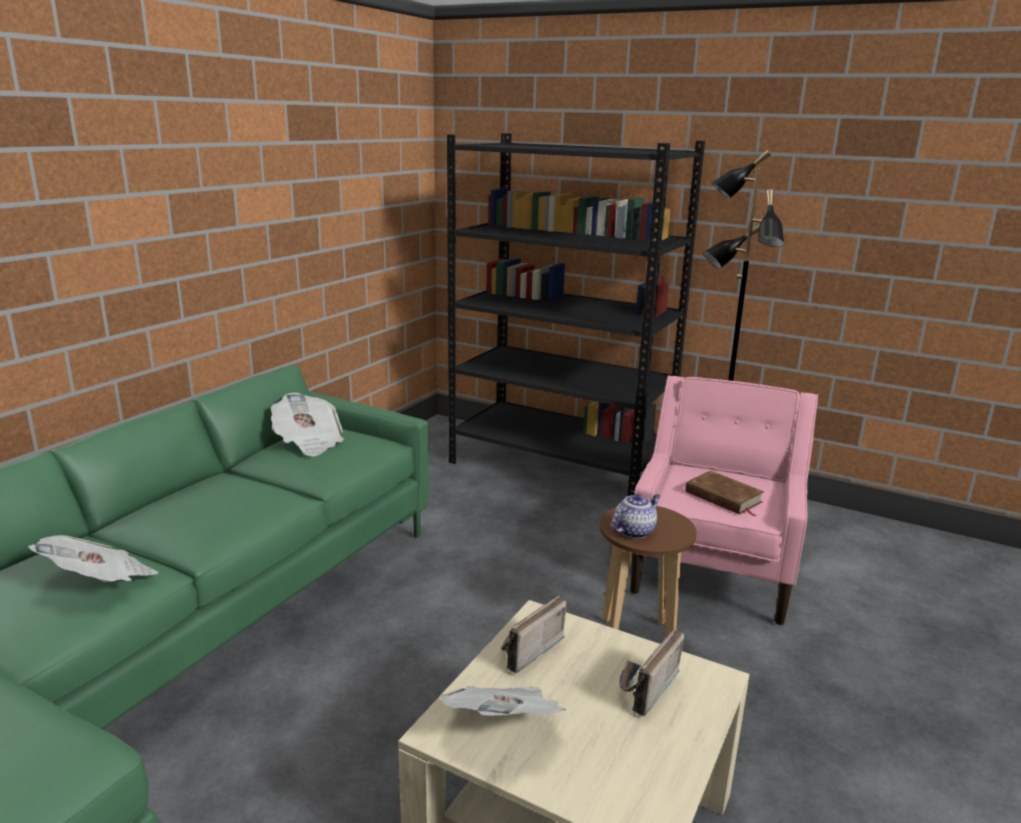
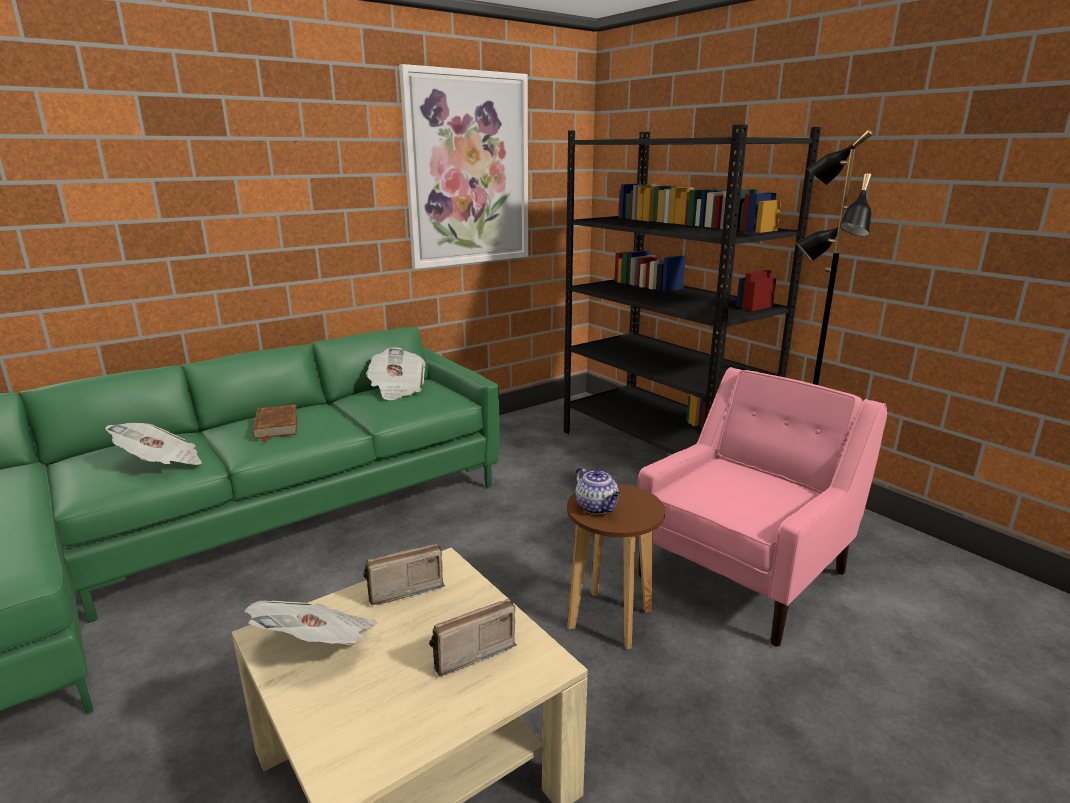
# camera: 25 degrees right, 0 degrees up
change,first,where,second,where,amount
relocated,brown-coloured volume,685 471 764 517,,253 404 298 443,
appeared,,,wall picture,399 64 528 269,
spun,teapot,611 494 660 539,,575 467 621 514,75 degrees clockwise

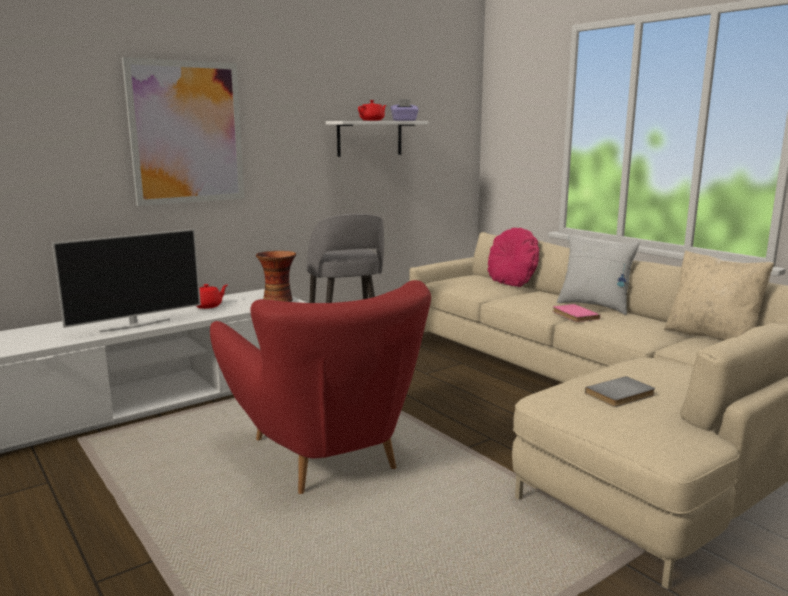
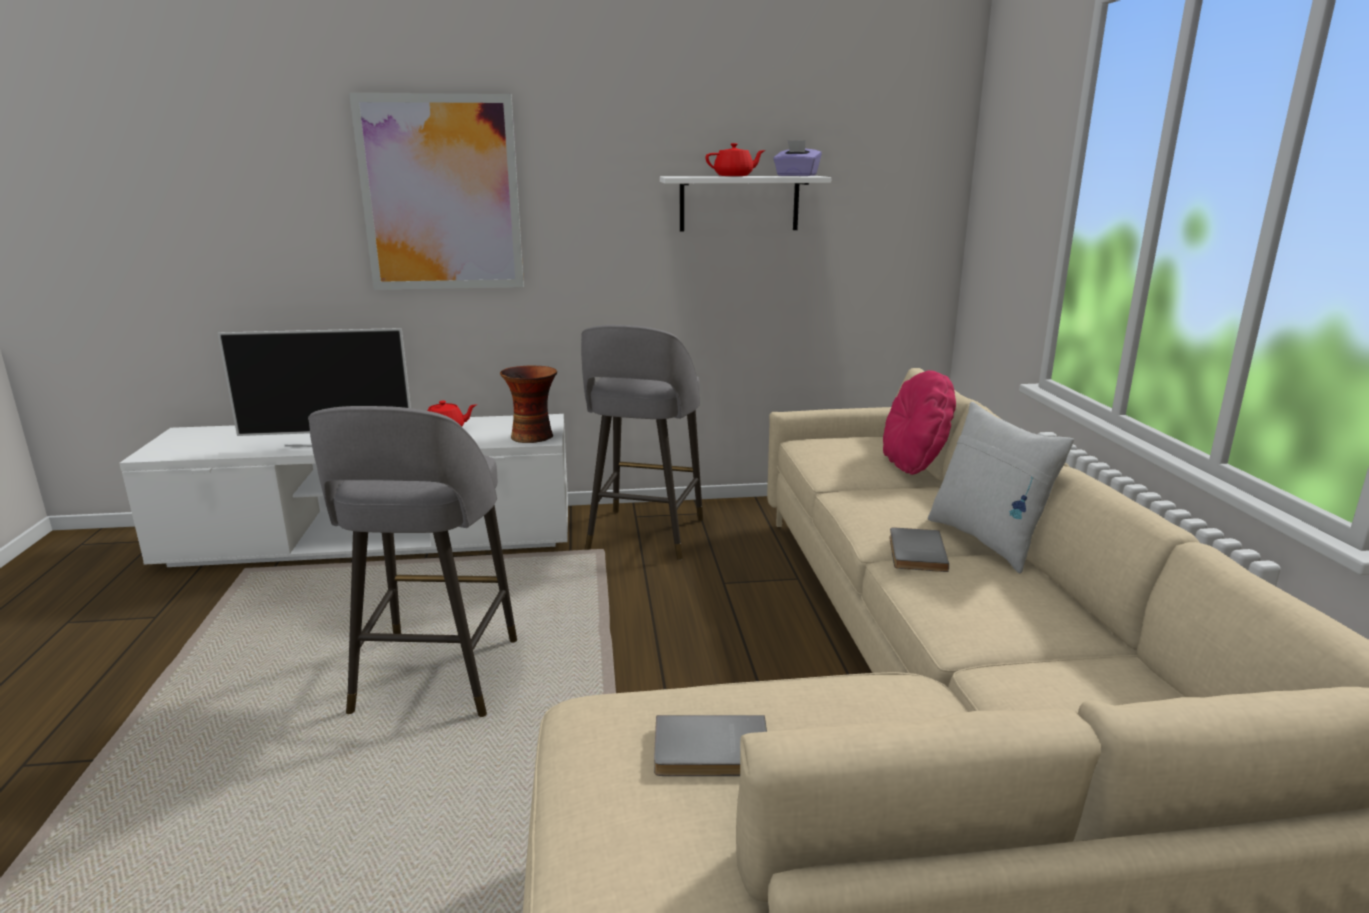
# camera: 30 degrees right, 5 degrees up
change,first,where,second,where,amount
exchanged,reddish easy chair,210 280 431 494,grey stool,308 406 517 717,
colour,pink-coloured volume,553 304 600 322,grey volume,889 527 949 572,
missing,sand-coloured cushion,664 250 774 341,,,

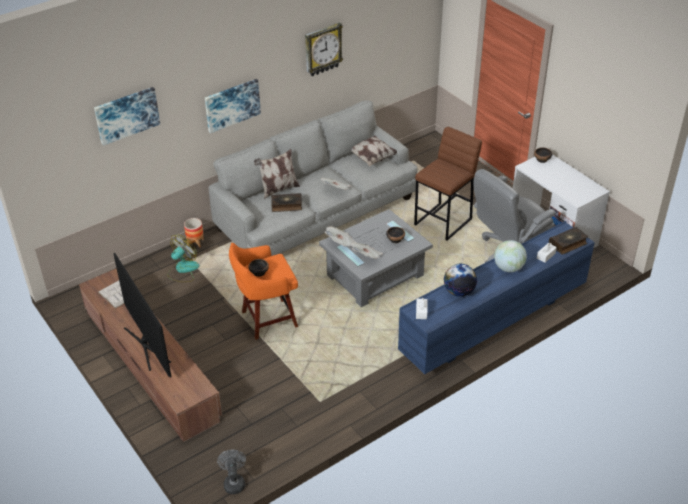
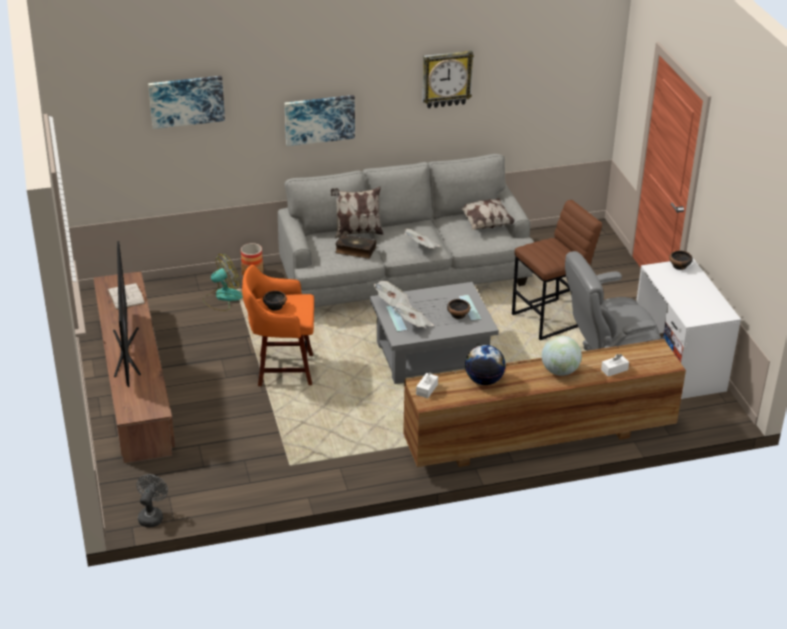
# camera: 20 degrees right, 5 degrees down
change,first,where,second,where,amount
colour,bluish storage cabinet,398 221 595 374,brown-coloured storage cabinet,403 339 686 467,
missing,volume,549 227 588 255,,,

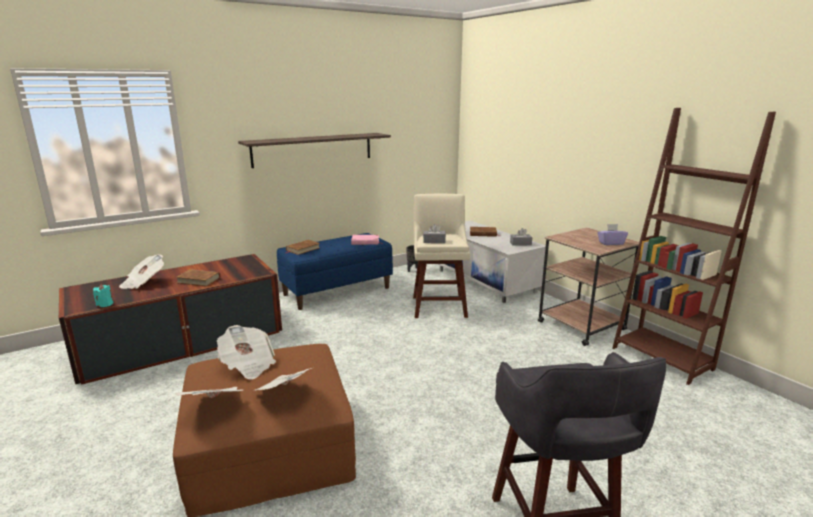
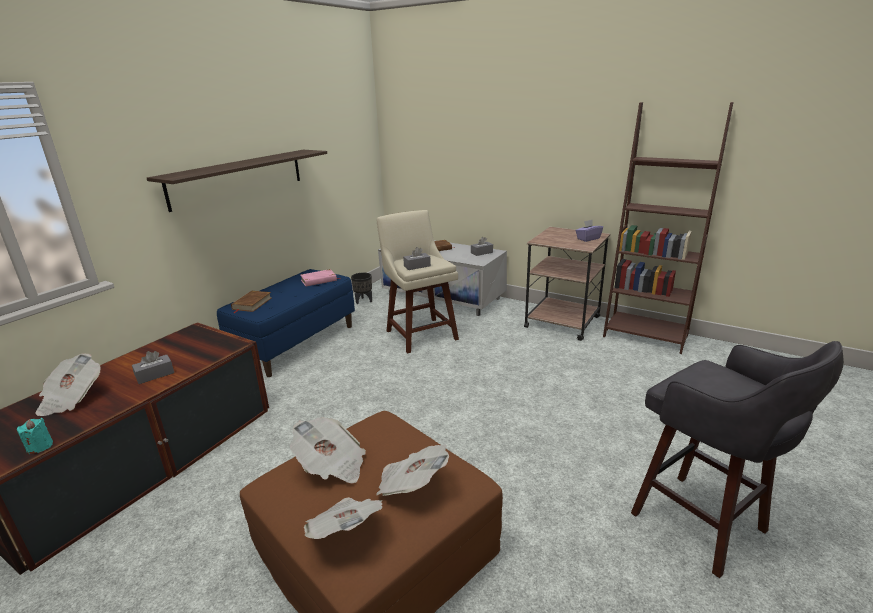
# camera: 25 degrees left, 5 degrees up
change,first,where,second,where,amount
exchanged,brown-coloured volume,176 269 220 286,grey tissue holder,132 351 174 384,

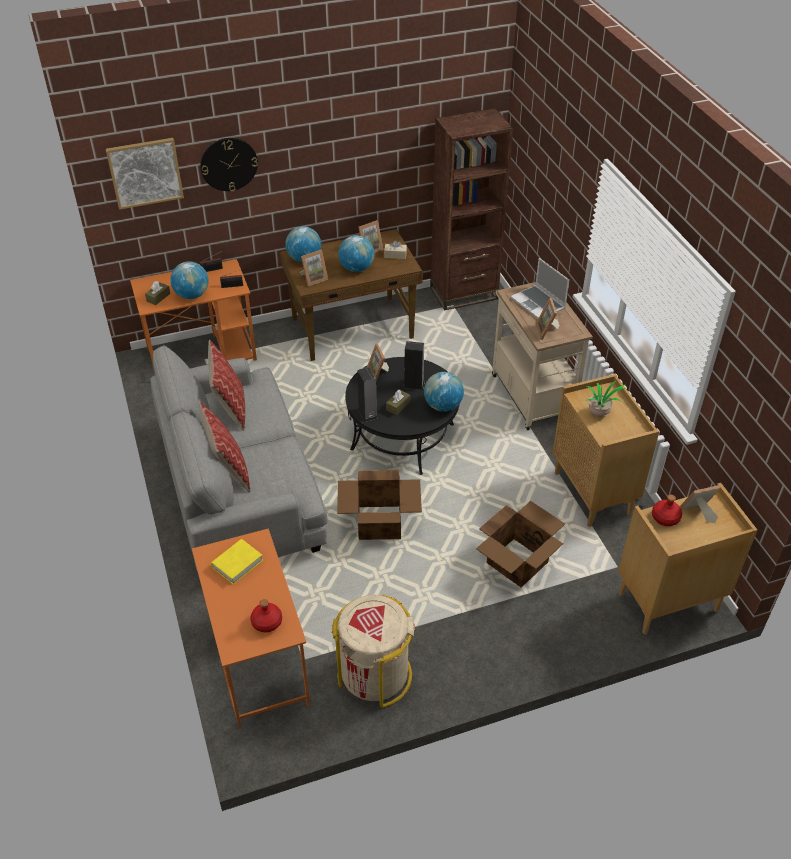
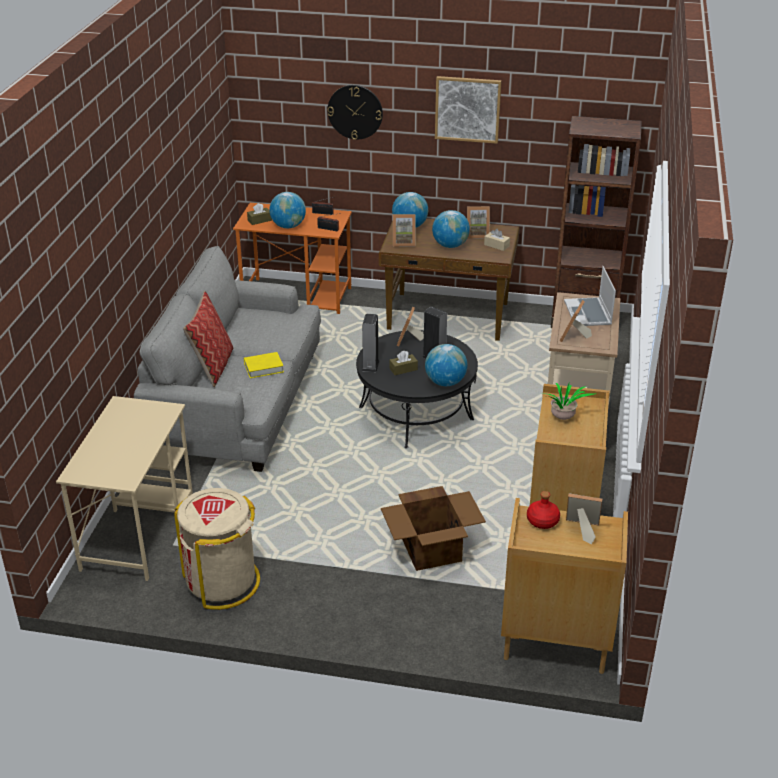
# camera: 30 degrees right, 10 degrees down
change,first,where,second,where,amount
colour,orange-coloured desk unit,192 529 310 728,sand-coloured desk unit,56 396 193 581,
relocated,yellowish volume,211 539 263 585,,244 352 284 378,
relocated,wall picture,106 138 184 210,,435 76 501 144,
missing,cushion,208 340 245 431,,,
missing,reddish drink bottle,250 599 282 632,,,
missing,carton,337 470 422 540,,,

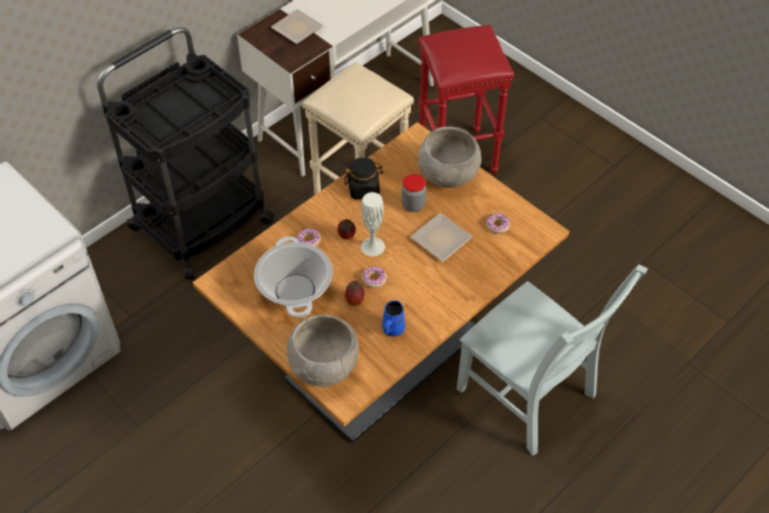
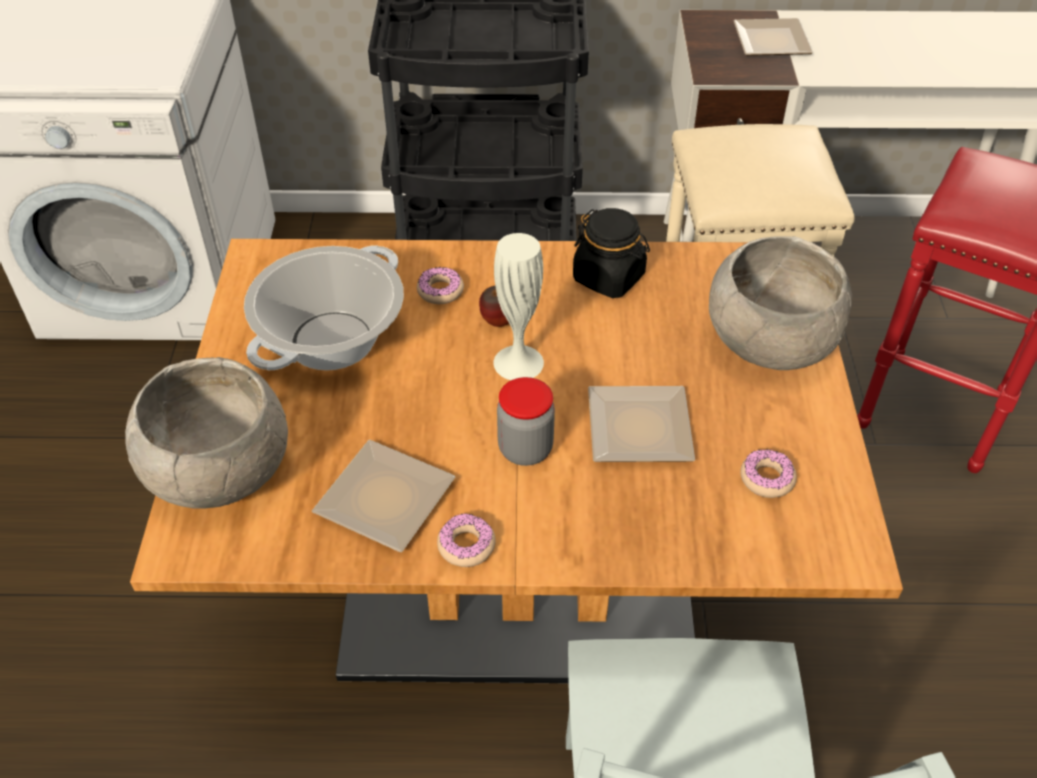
# camera: 45 degrees right, 5 degrees down
change,first,where,second,where,amount
exchanged,bluish mug,382 300 405 337,plate,312 440 455 552,
relocated,doughnut,362 266 387 288,,437 513 496 567,
relocated,jar,402 174 426 212,,497 377 555 466,
missing,apple,345 281 364 306,,,

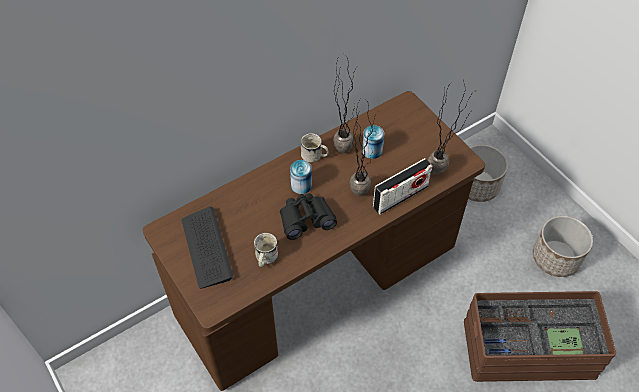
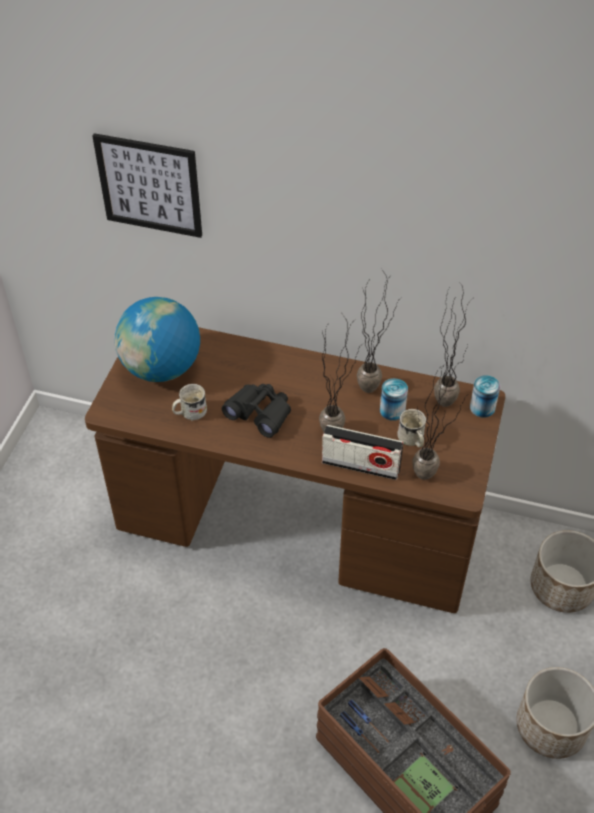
# camera: 50 degrees right, 5 degrees down
change,first,where,second,where,amount
appeared,,,wall picture,92 133 202 238,
exchanged,PC keyboard,182 206 234 289,desk globe,114 297 200 382,
relocated,white-coloured mug,301 133 329 162,,397 409 426 448,
appeared,,,potted plant,434 283 472 407,
relocated,metal can,290 160 312 194,,470 375 500 418,

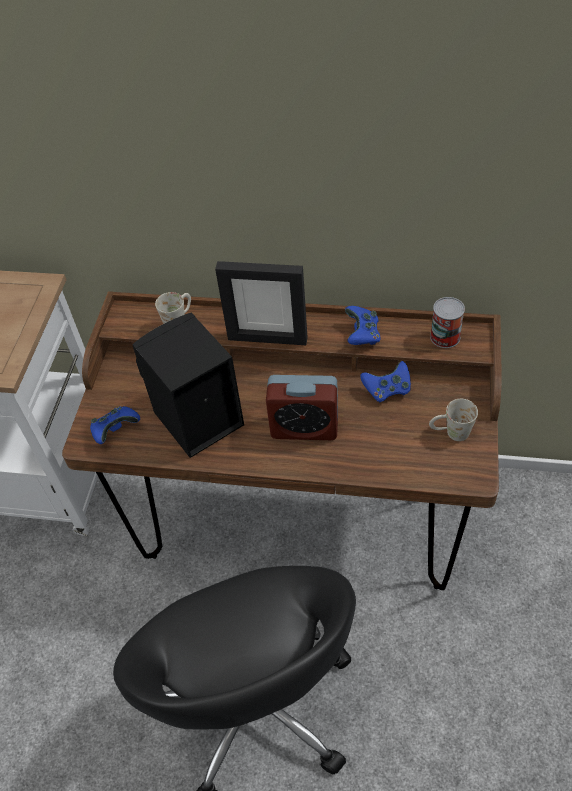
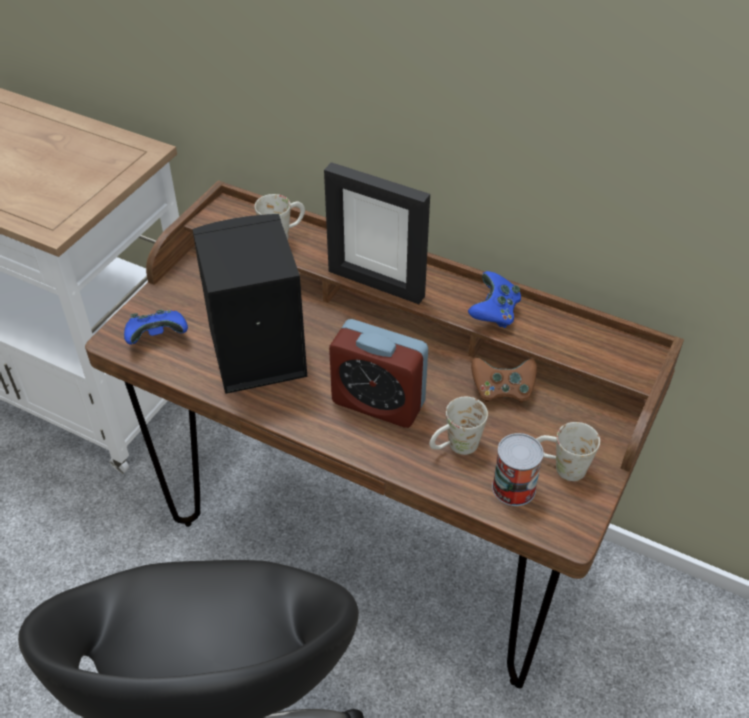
# camera: 15 degrees right, 5 degrees down
change,first,where,second,where,amount
appeared,,,white-coloured mug,429 397 488 455,
colour,bluish game controller,360 361 411 403,brown-coloured game controller,471 358 537 403,
relocated,metal can,430 297 465 348,,492 433 544 506,

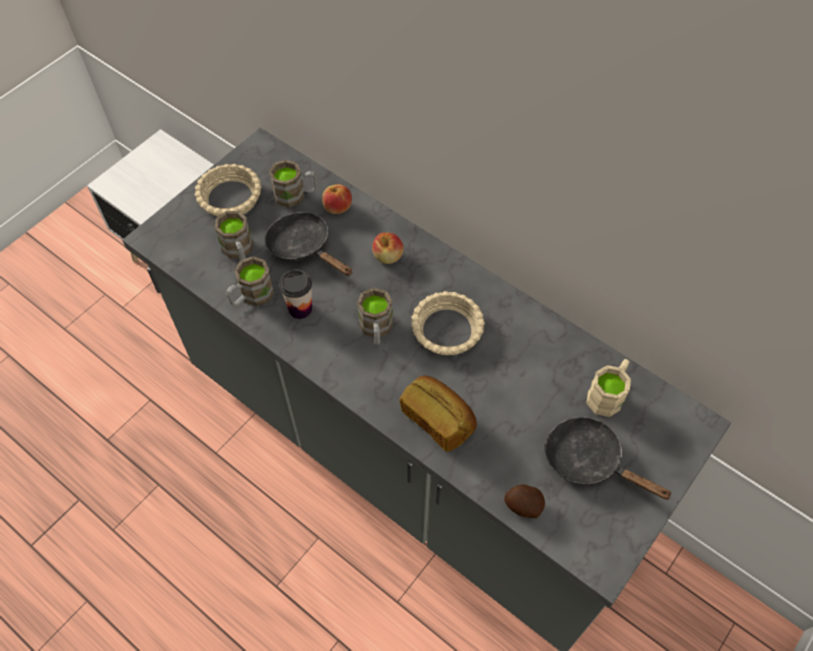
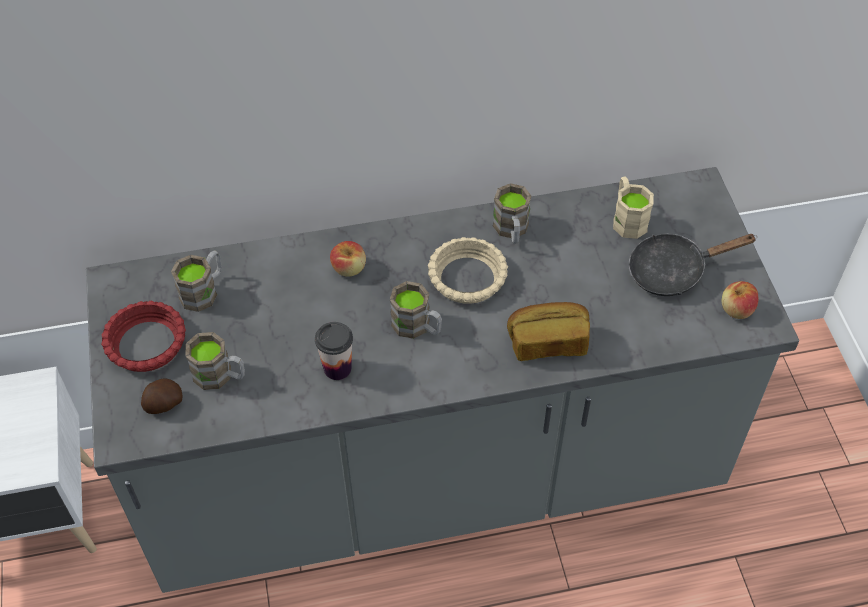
# camera: 50 degrees left, 5 degrees down
change,first,where,second,where,amount
colour,sand-coloured bowl,195 164 261 217,reddish bowl,101 301 186 372,
relocated,spud,504 484 545 518,,141 379 183 414,
relocated,brown-coloured mug,226 256 274 306,,493 183 531 244,
relocated,apple,322 184 352 214,,722 281 758 319,
missing,blackish skillet,265 212 353 276,,,

